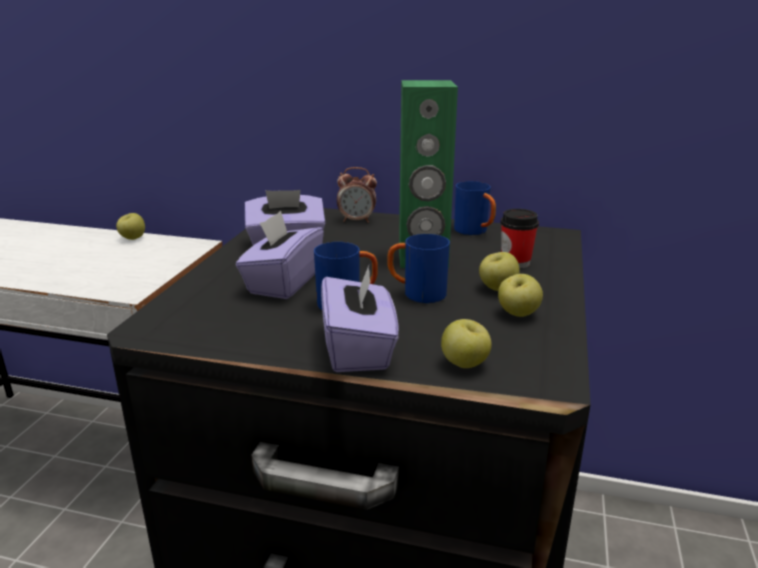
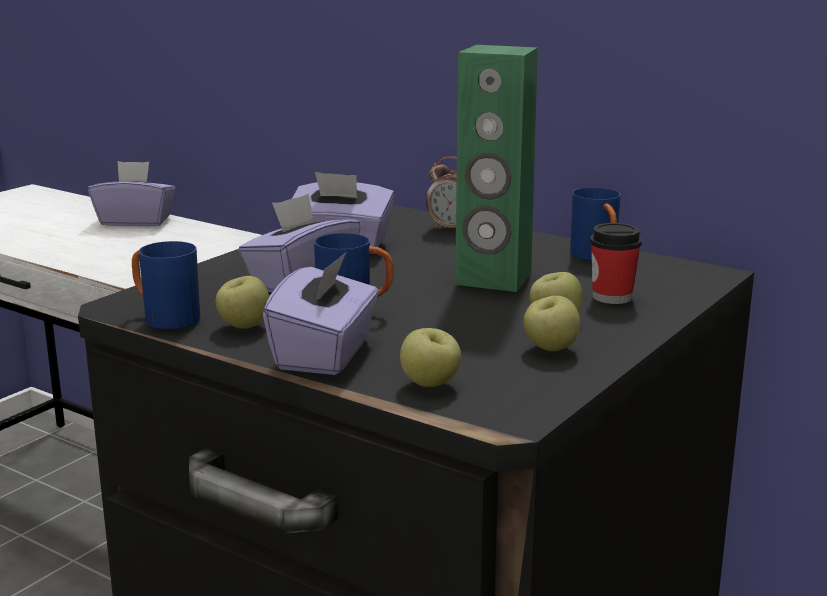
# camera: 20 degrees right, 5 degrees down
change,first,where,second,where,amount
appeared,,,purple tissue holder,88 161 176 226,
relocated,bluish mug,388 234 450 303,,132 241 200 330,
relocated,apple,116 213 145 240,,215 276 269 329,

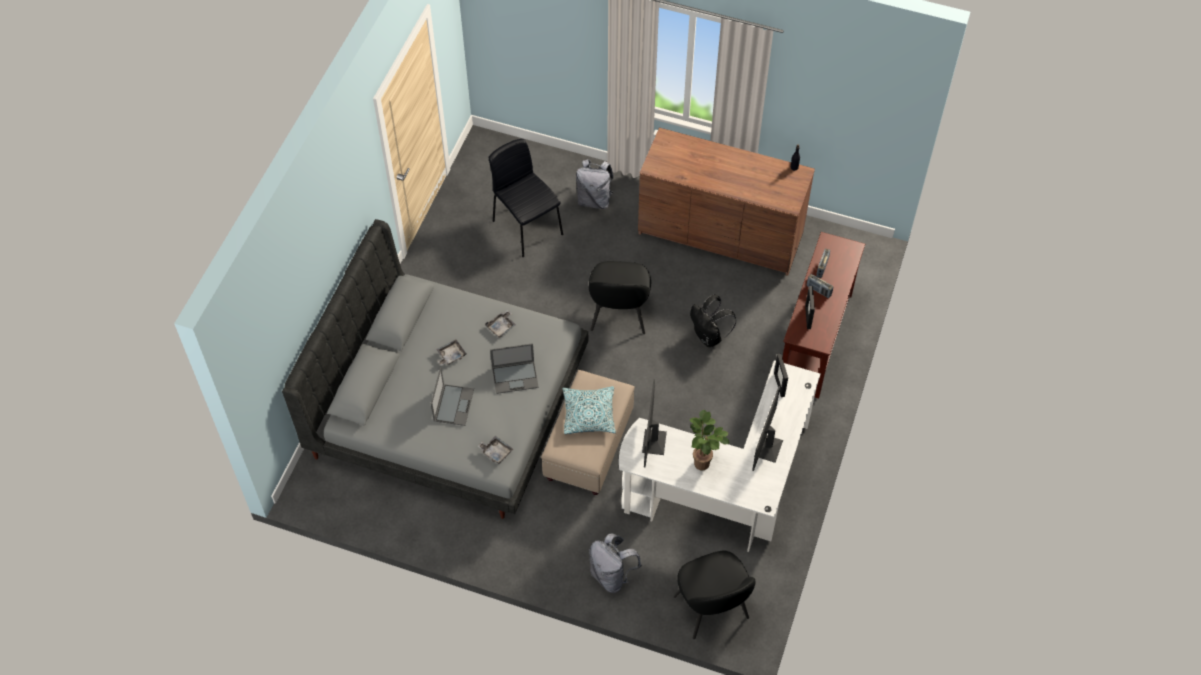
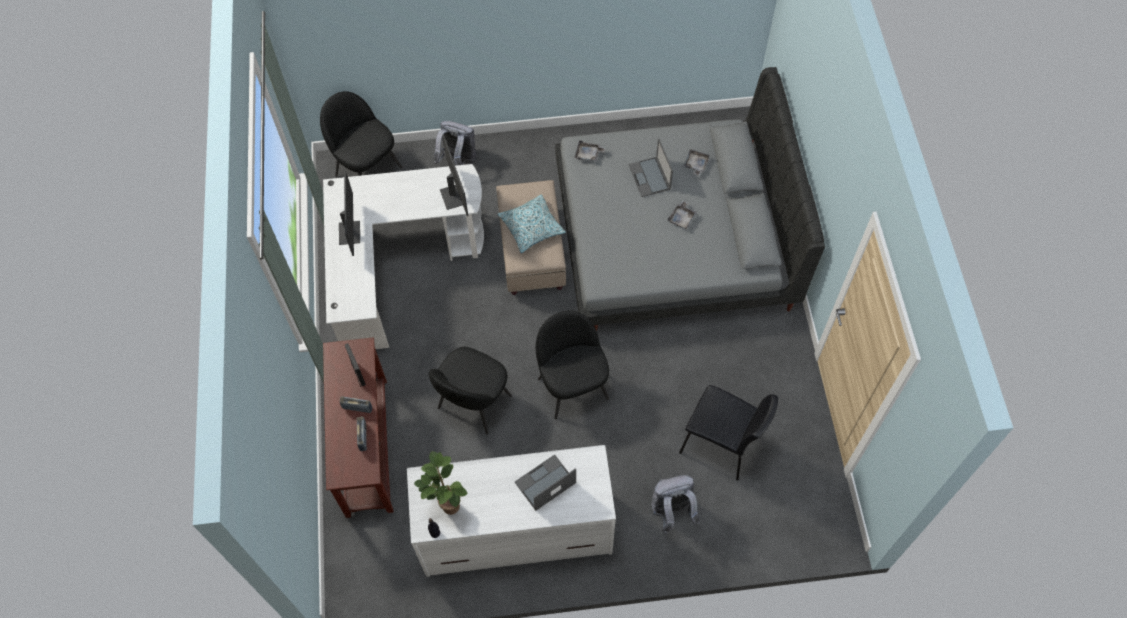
# camera: 155 degrees right, 5 degrees up
change,first,where,second,where,amount
colour,brown-coloured chest of drawers,638 127 815 276,white-coloured chest of drawers,407 445 616 577,
relocated,potted plant,690 410 729 471,,414 451 468 515,
exchanged,blackish knapsack,690 295 737 347,blackish plain chair,429 347 512 434,
relocated,notebook computer,490 343 539 394,,515 454 576 511,
relocated,grey serving tray,485 310 516 338,,683 149 710 176,
missing,standing frame,774 354 788 397,,,

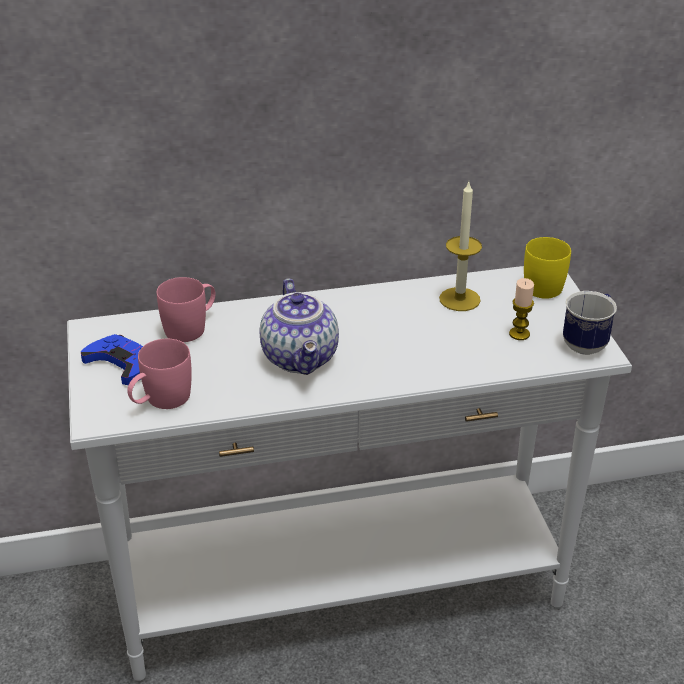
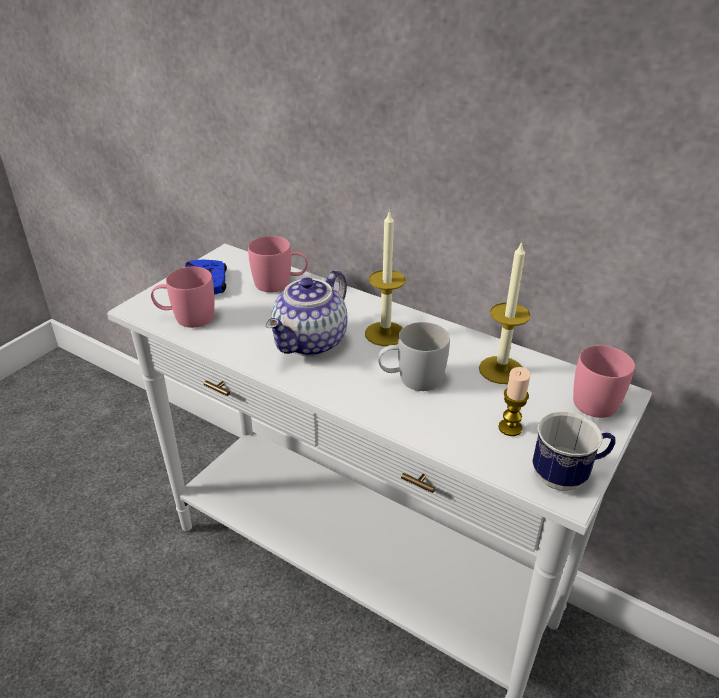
# camera: 45 degrees right, 0 degrees up
change,first,where,second,where,amount
appeared,,,wax light,365 210 406 346,
appeared,,,white-coloured mug,378 322 450 391,
colour,yellowish mug,524 237 571 299,pink-coloured mug,573 345 635 418,

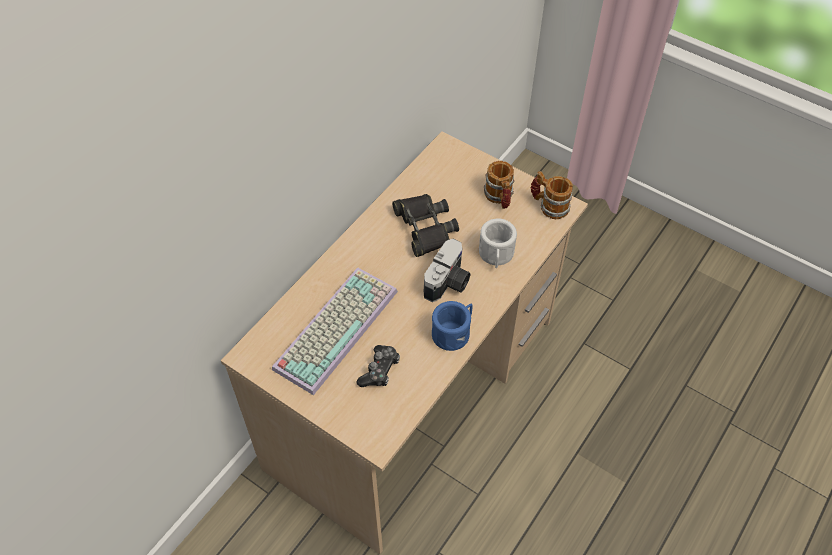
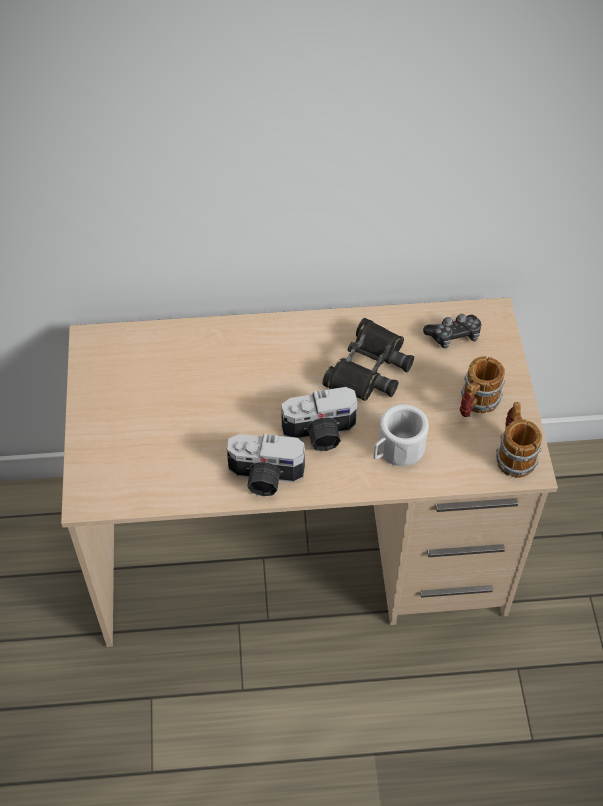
# camera: 50 degrees right, 0 degrees up
change,first,where,second,where,amount
exchanged,bluish mug,432 301 473 351,still camera,227 434 305 496,
relocated,game controller,356 345 400 387,,423 314 481 348,
missing,PC keyboard,272 267 398 395,,,

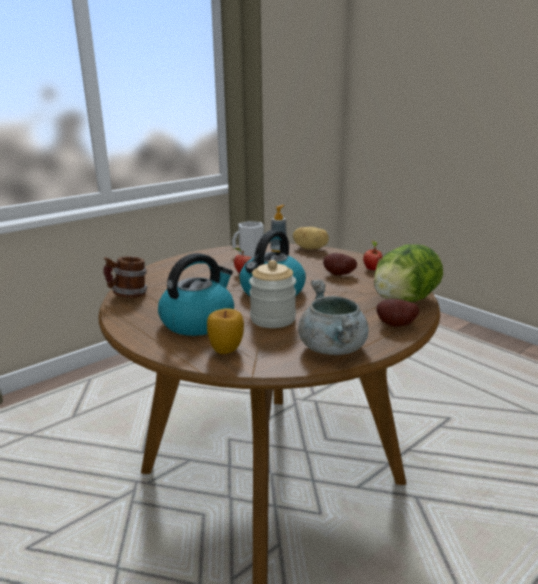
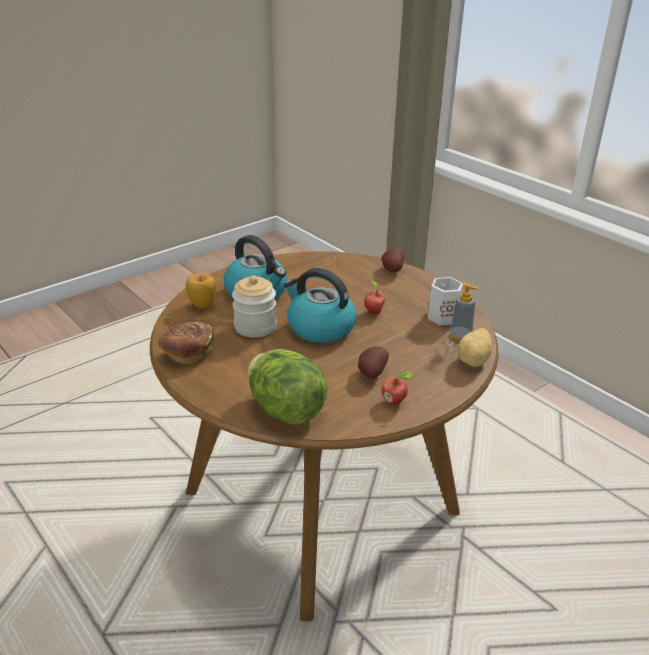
# camera: 90 degrees right, 10 degrees up
change,first,where,second,where,amount
exchanged,grey saucepot,298 280 369 355,bread,158 322 214 365,
relocated,spud,376 299 419 327,,381 248 404 272,
missing,mug,103 256 147 298,,,

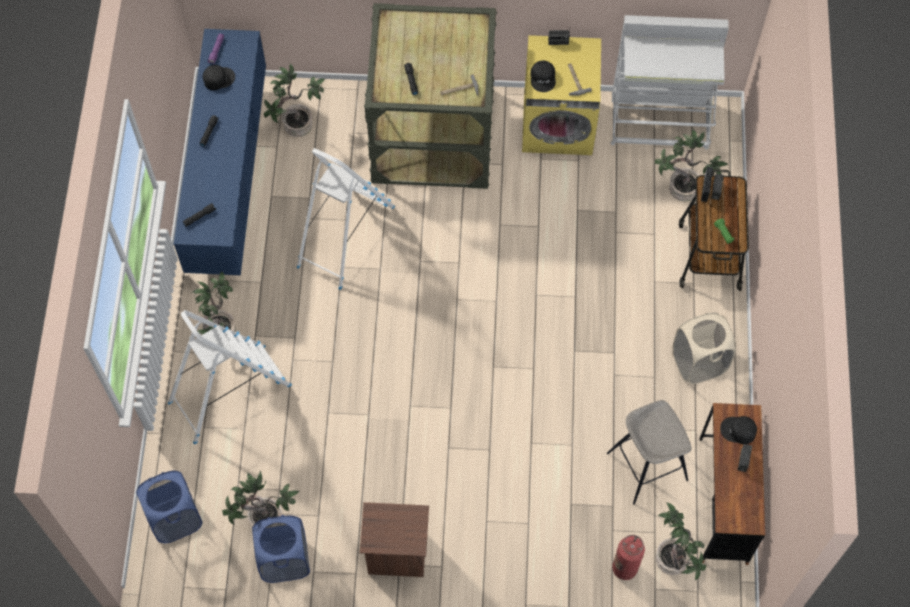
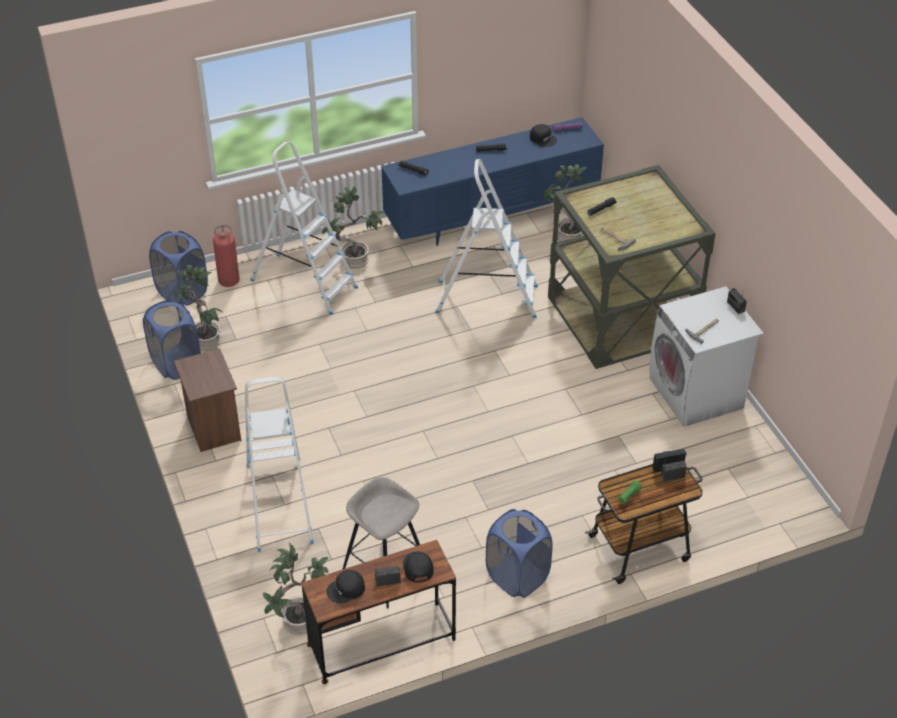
# camera: 65 degrees right, 20 degrees down
change,first,where,second,where,amount
relocated,fire extinguisher,612 535 645 580,,213 225 240 287,
appeared,,,white-coloured step ladder,245 377 314 552,
relocated,blackish baseball cap,531 61 556 92,,326 570 365 603,
colour,sand-coloured hamper,673 313 736 384,bluish hamper,486 509 553 598,
colour,yellowish washing machine,522 35 601 155,white-coloured washing machine,650 286 764 427,
missing,white-coloured shoe shelf,611 15 729 150,,,
missing,potted plant,654 129 728 201,,,

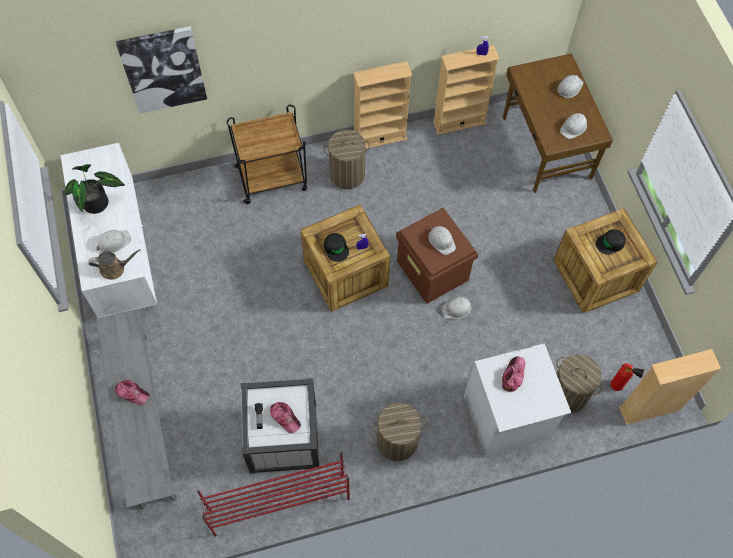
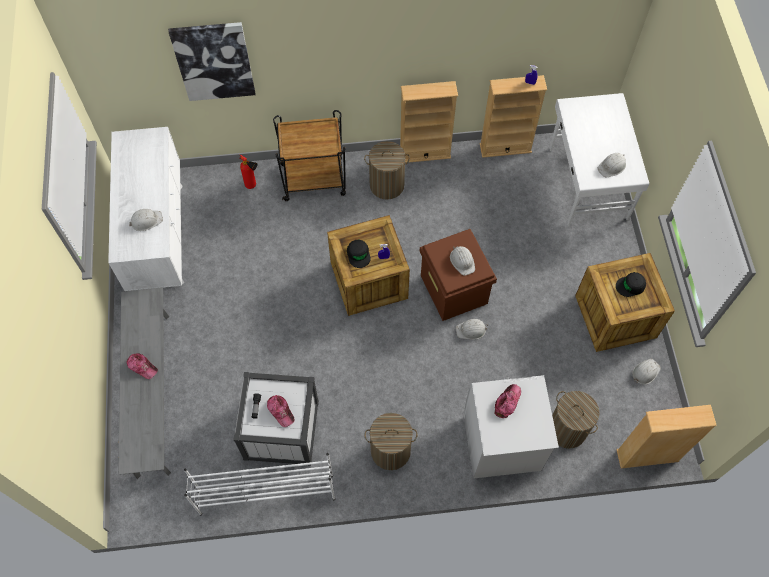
# camera: 10 degrees right, 0 degrees up
change,first,where,second,where,amount
colour,reddish shoe shelf,197 452 350 536,white-coloured shoe shelf,184 453 335 515,
relocated,fire extinguisher,610 363 644 391,,239 155 257 189,
colour,brown-coloured desk unit,503 53 613 193,white-coloured desk unit,549 93 649 226,
relocated,white-coloured work helmet,557 75 583 98,,632 359 661 385,
missing,potted plant,65 164 125 214,,,
missing,brown-coloured watering can,89 249 141 280,,,

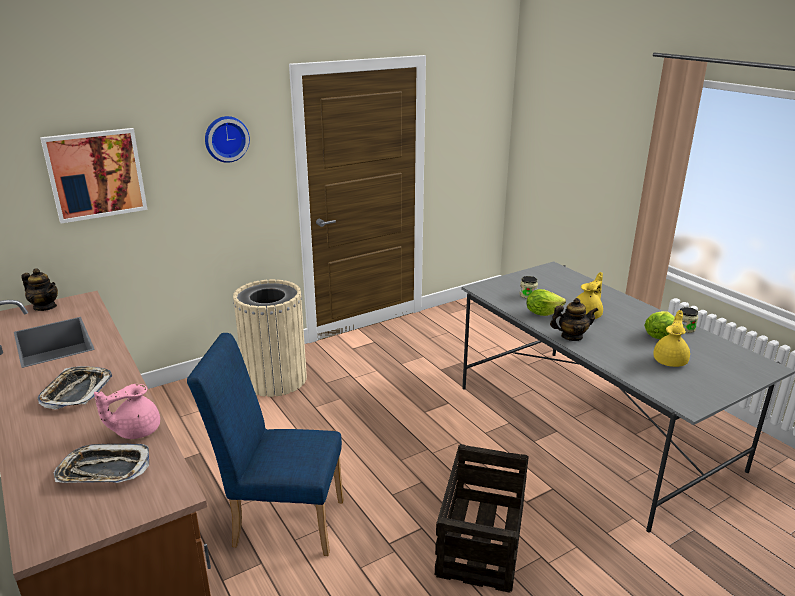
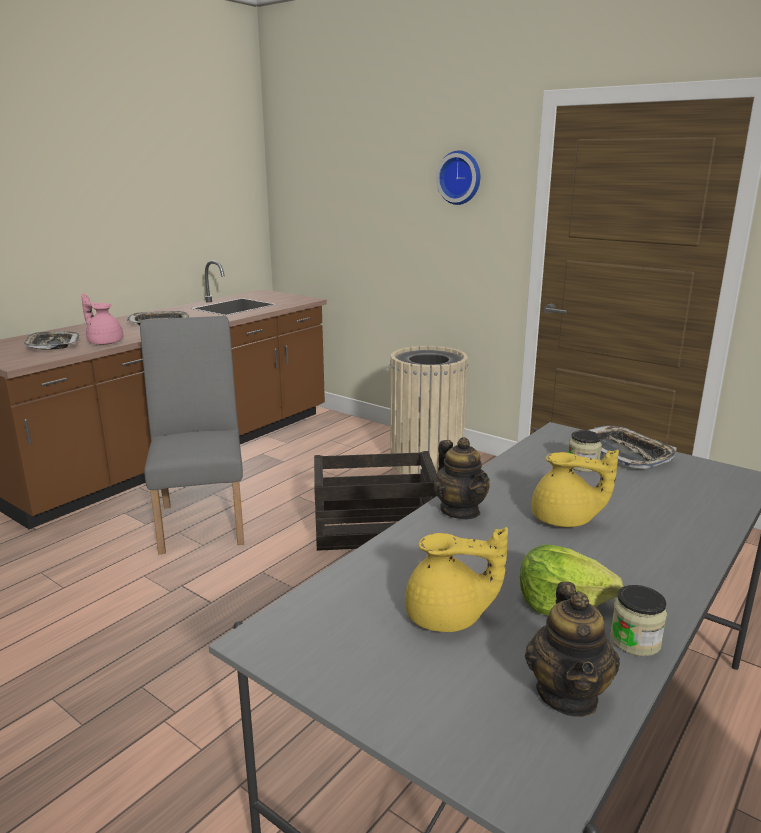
# camera: 70 degrees right, 5 degrees down
change,first,where,second,where,amount
colour,bluish plain chair,187 333 344 556,grey plain chair,140 316 244 554,
relocated,shipping crate,435 444 529 593,,314 451 437 551,
relocated,teapot,21 268 58 311,,525 582 620 717,
appeared,,,serving tray,587 425 677 469,
missing,wall picture,40 128 148 224,,,
missing,lettuce head,526 289 566 316,,,

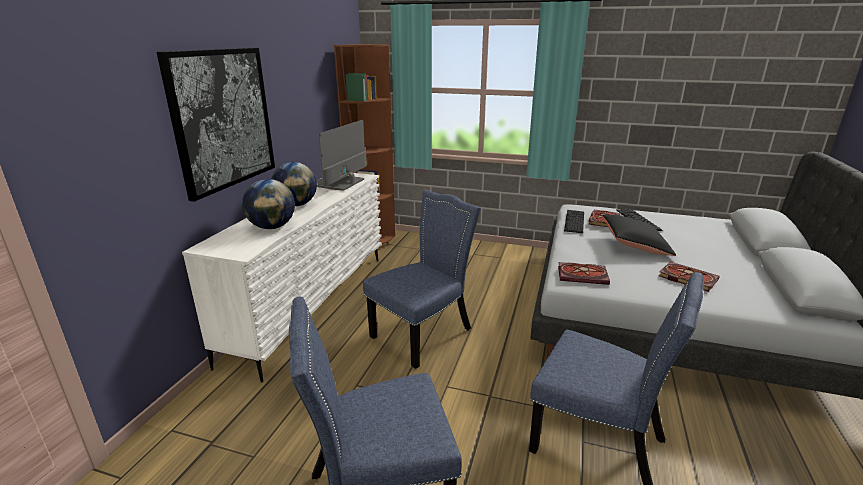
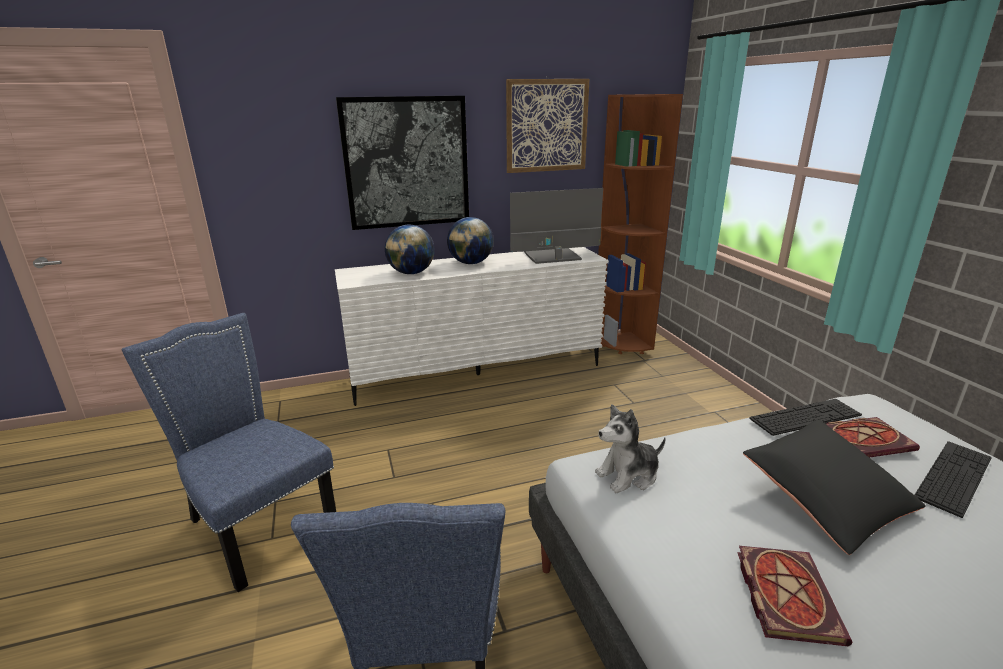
# camera: 55 degrees right, 0 degrees up
change,first,where,second,where,amount
appeared,,,wall picture,506 79 589 173,
exchanged,volume,558 262 610 285,soft toy,595 404 666 493,
missing,bluish plain chair,363 190 481 369,,,

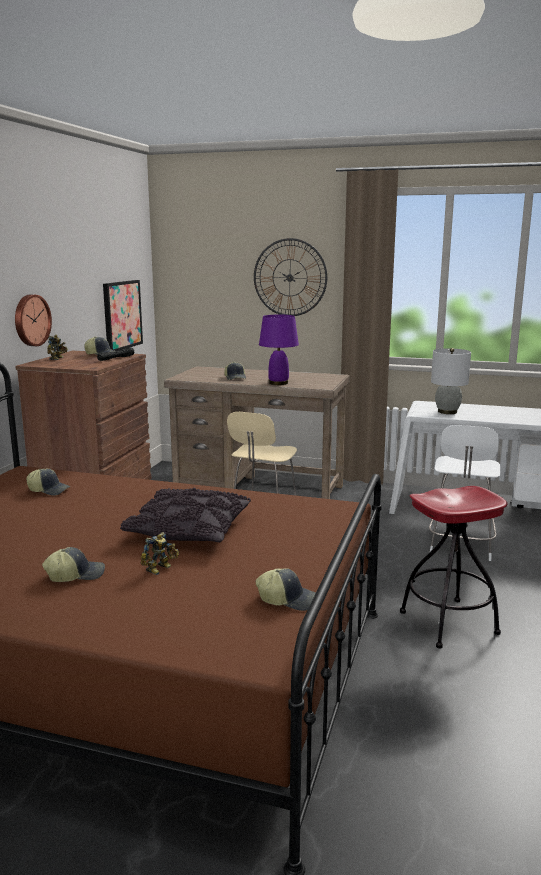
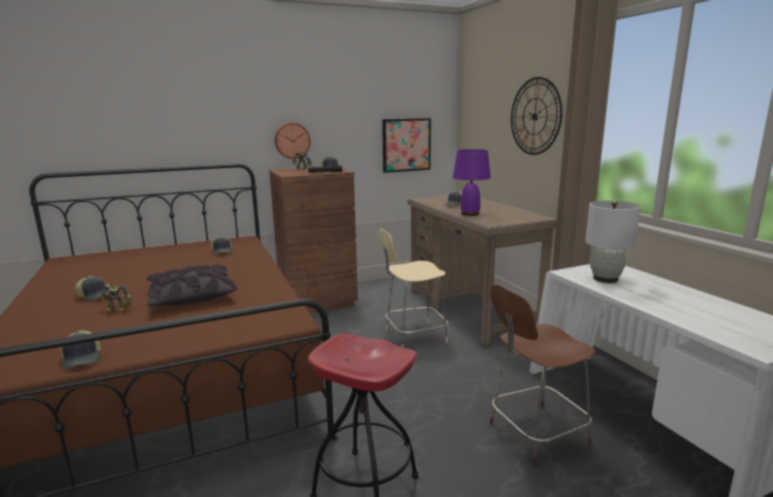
# camera: 50 degrees right, 0 degrees up
change,first,where,second,where,amount
colour,white-coloured plain chair,429 425 501 561,brown-coloured plain chair,490 284 595 467,

